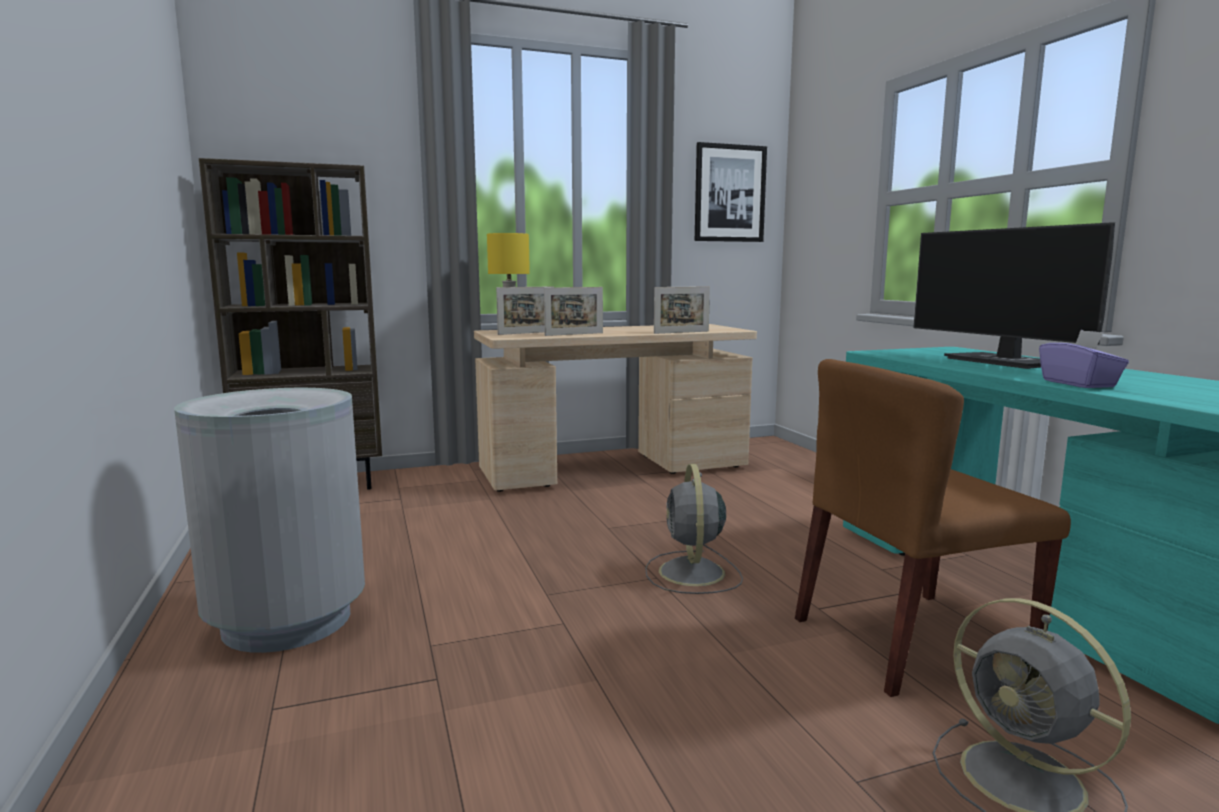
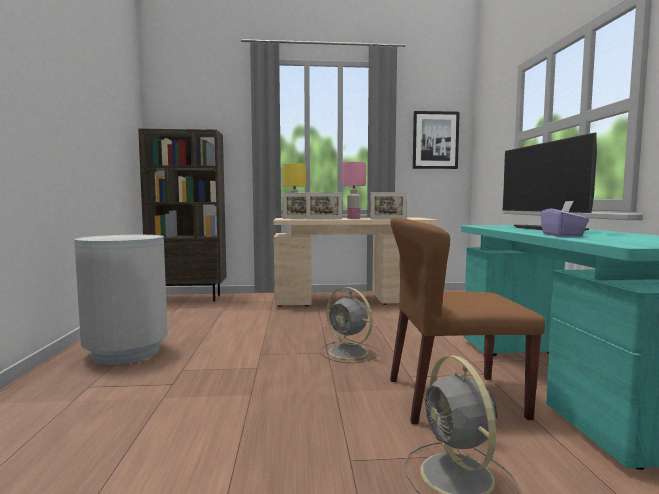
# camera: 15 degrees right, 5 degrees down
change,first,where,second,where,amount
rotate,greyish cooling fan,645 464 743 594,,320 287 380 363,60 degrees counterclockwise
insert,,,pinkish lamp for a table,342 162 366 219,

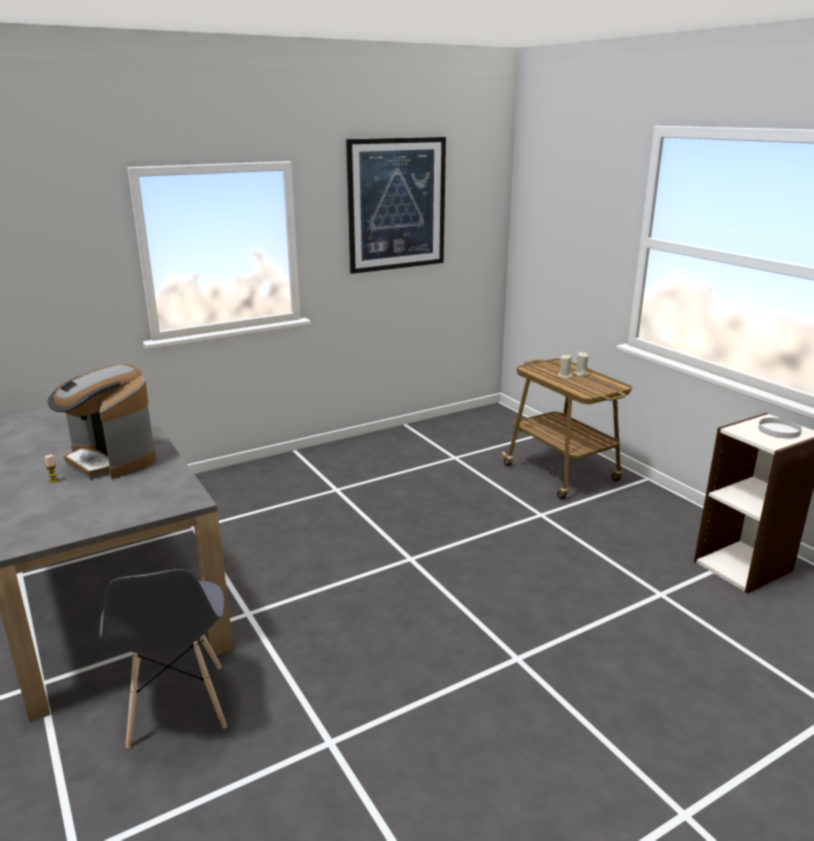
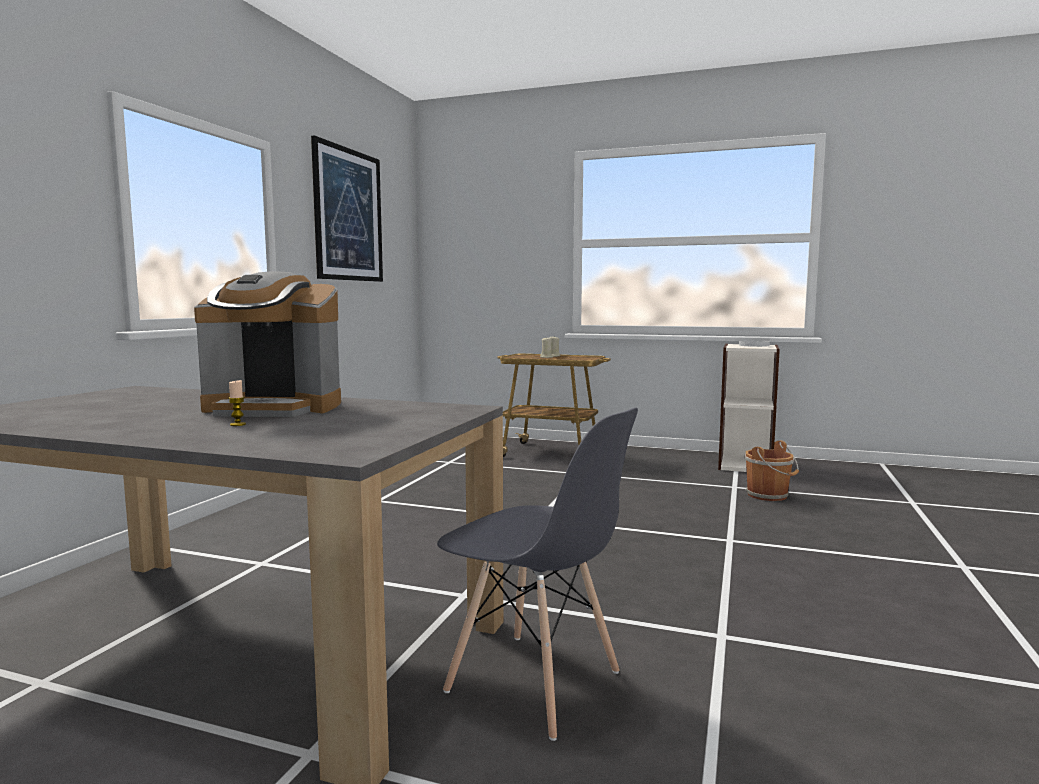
# camera: 40 degrees left, 15 degrees down
change,first,where,second,where,amount
insert,,,brown-coloured pail,744 440 799 501,

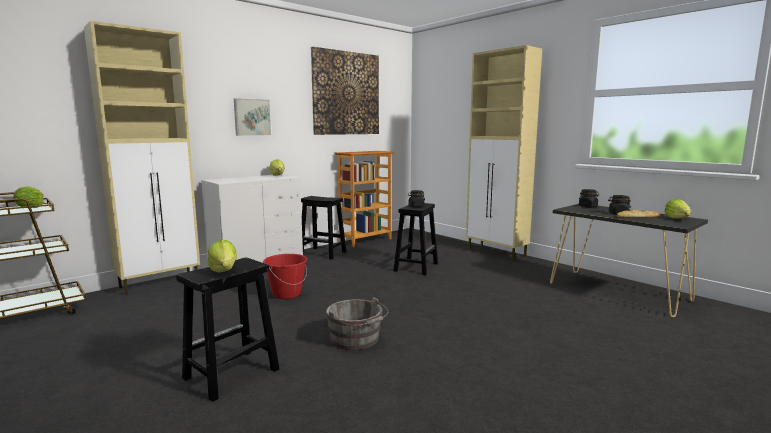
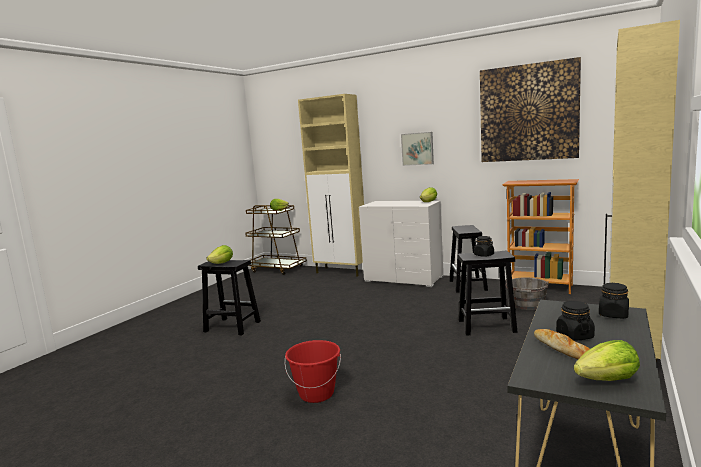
# camera: 70 degrees right, 0 degrees up
change,first,where,second,where,amount
move,reddish pail,263 254 307 299,,285 340 341 403,
move,greyish pail,326 297 388 350,,505 277 549 310,

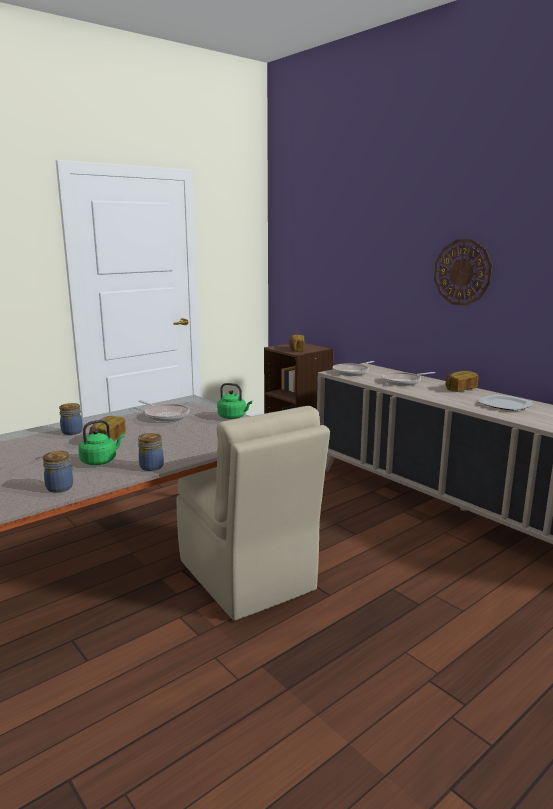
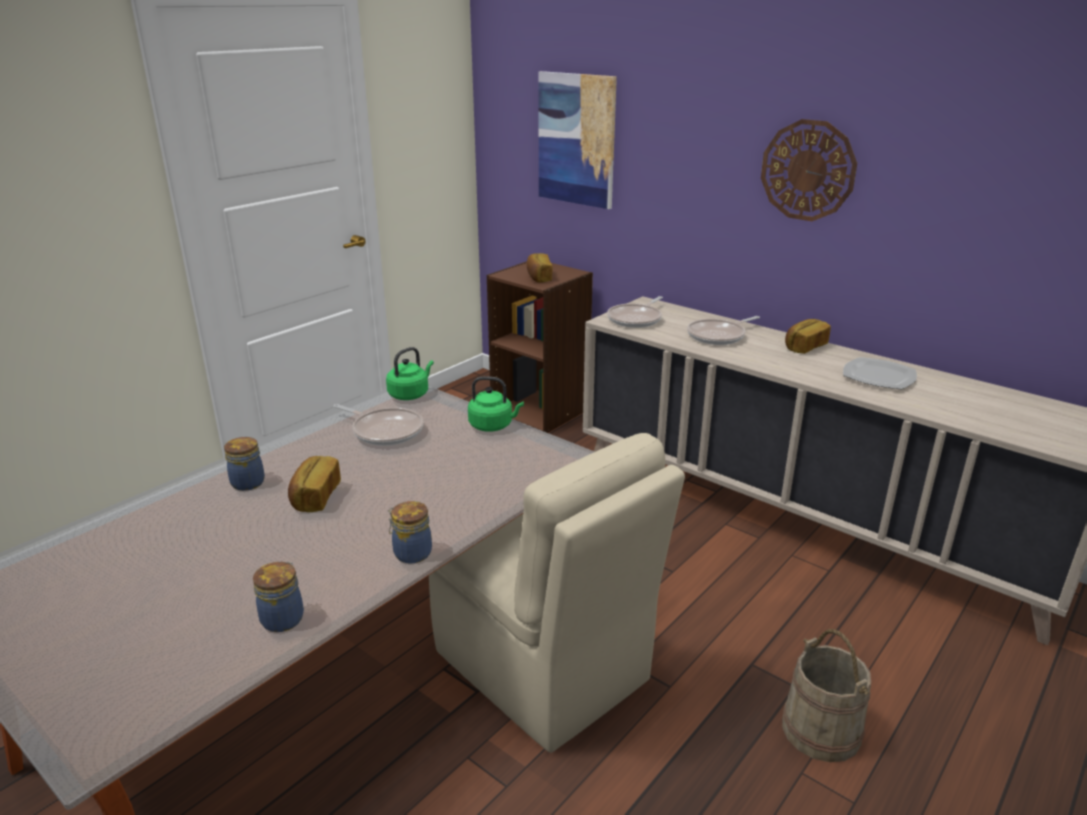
# camera: 10 degrees left, 10 degrees up
change,first,where,second,where,amount
move,greenish water kettle,78 420 124 465,,386 347 434 400,
insert,,,wall art,538 71 617 209,
insert,,,beige pail,782 629 871 762,

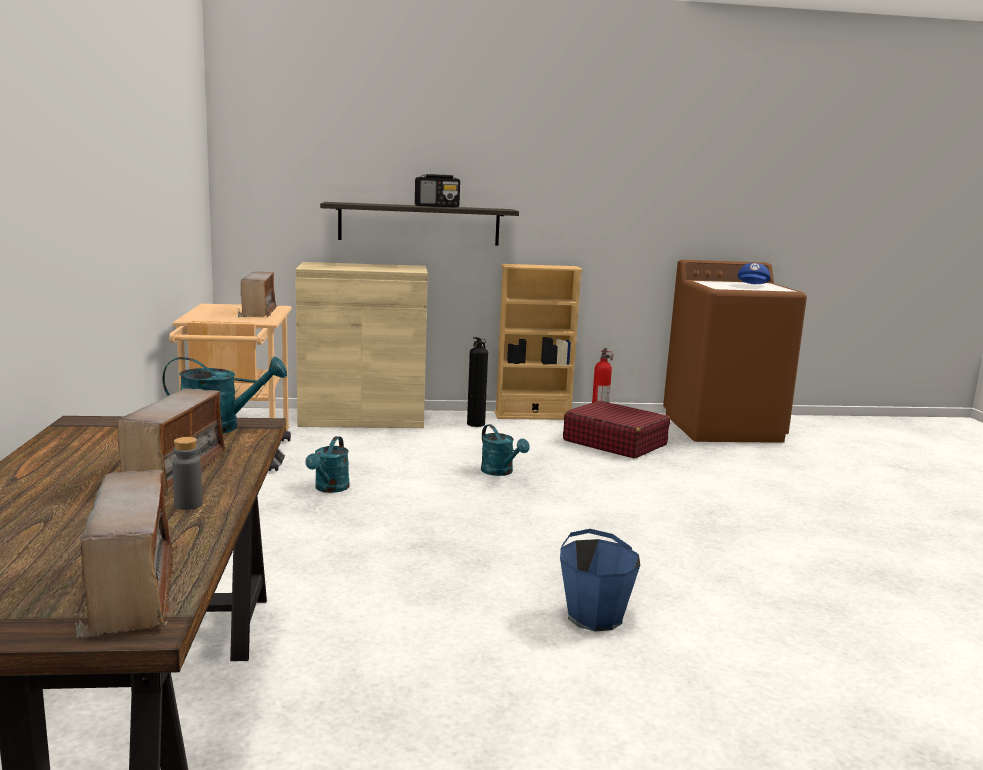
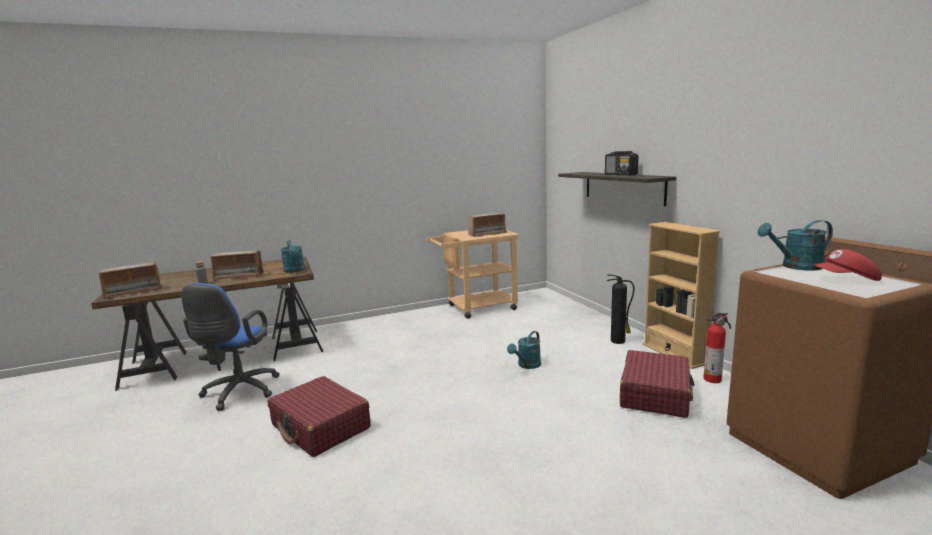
# camera: 75 degrees right, 0 degrees up
change,first,where,second,where,amount
delete,beige cabinet,295 262 428 428,,,
move,turquoise-coloured watering pot,305 436 350 493,,757 220 833 271,
replace,bluish pail,560 529 640 631,reddish travel case,268 376 371 457,
recolor,bluish cap,738 263 770 284,reddish cap,815 249 882 281,
insert,,,bluish desk chair,182 283 280 411,

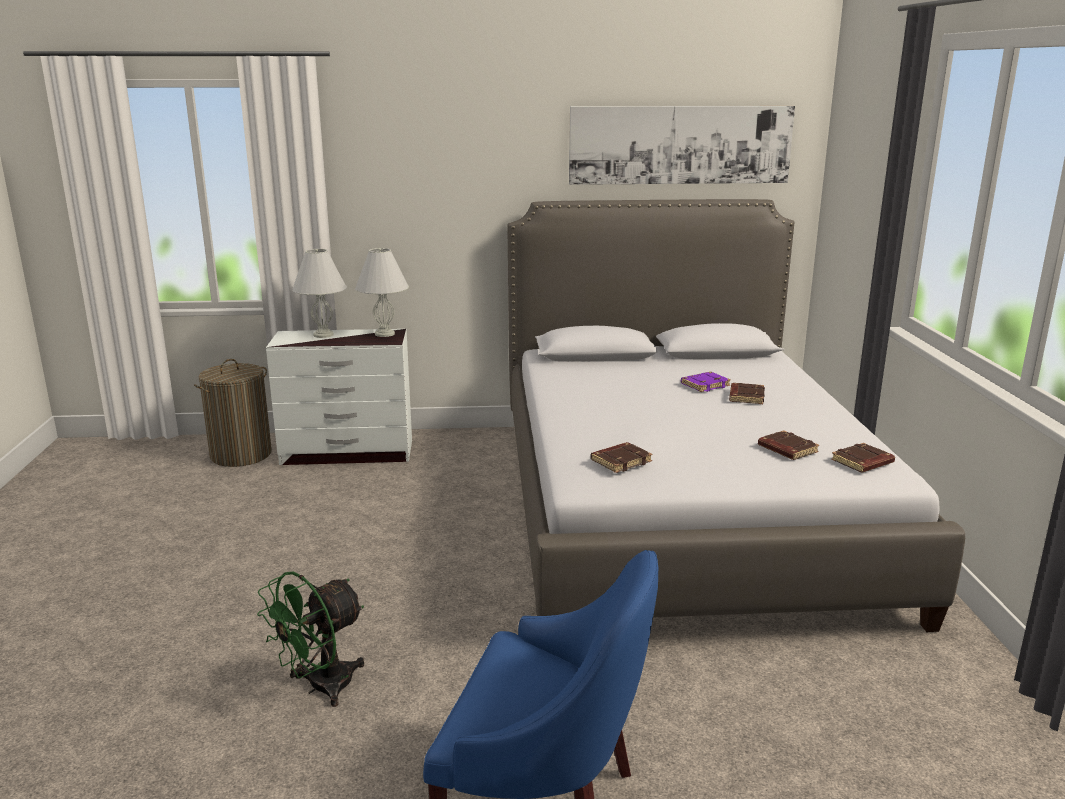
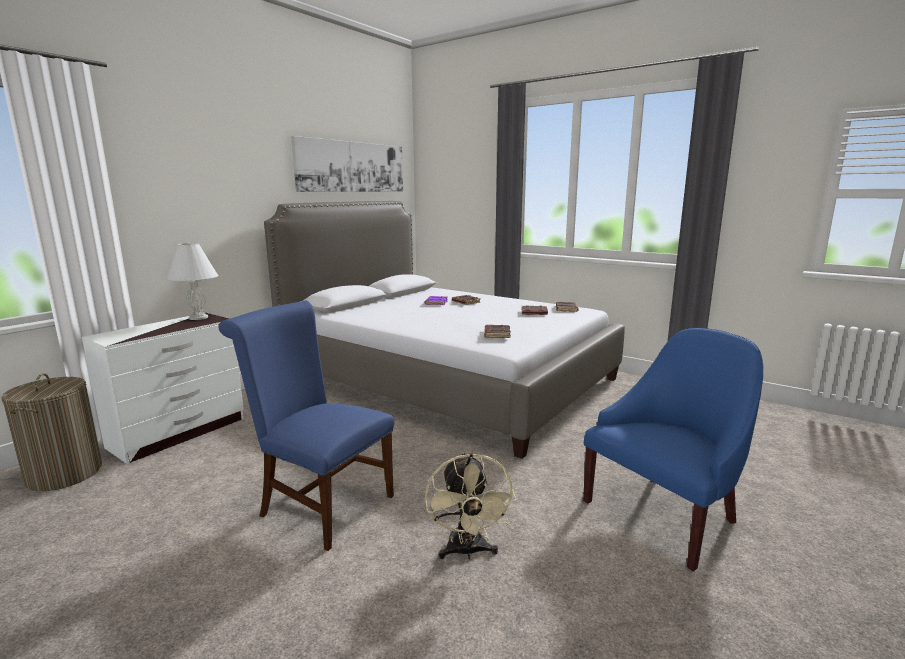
# camera: 50 degrees left, 5 degrees down
change,first,where,second,where,amount
recolor,greenish cooling fan,257 571 364 707,beige cooling fan,425 453 517 560,
delete,white-coloured lamp for a table,292 249 347 338,,,
insert,,,bluish plain chair,218 301 394 551,

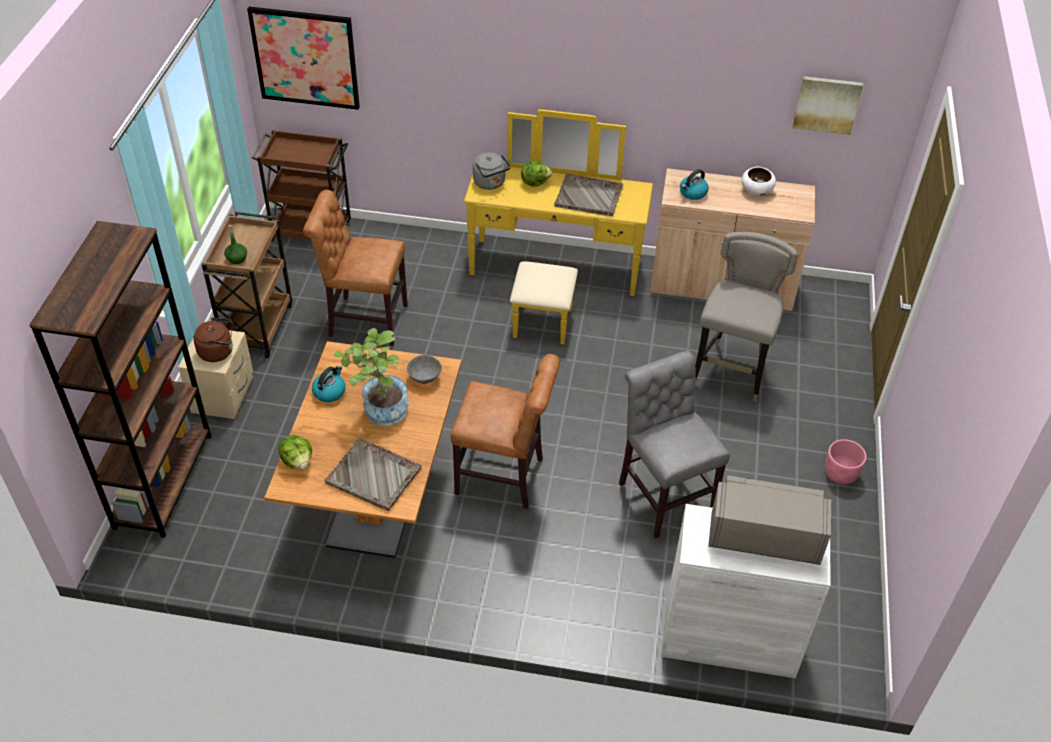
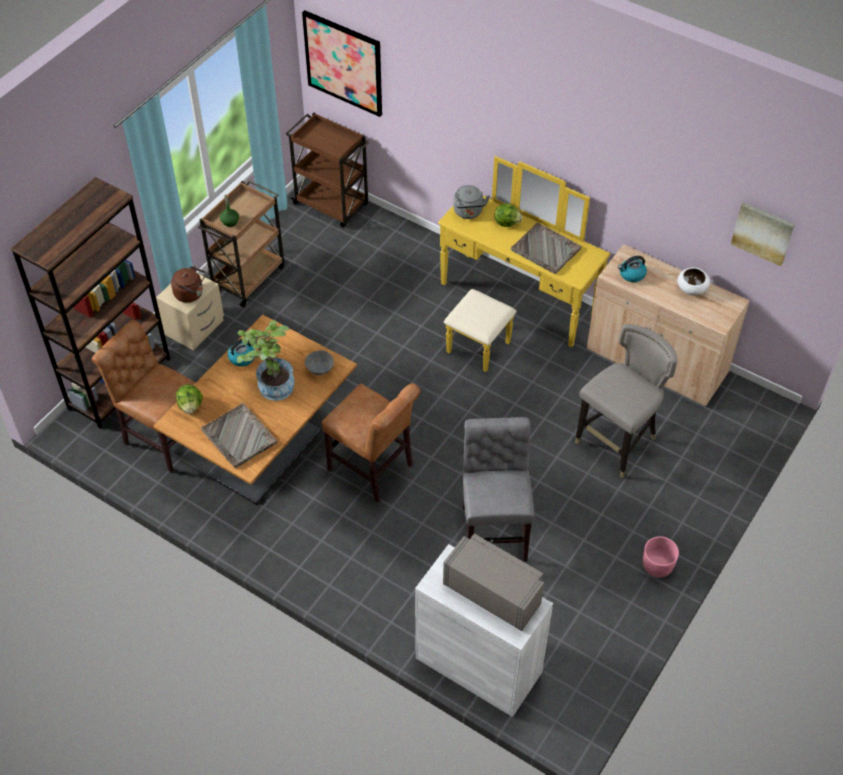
# camera: 25 degrees right, 5 degrees up
change,first,where,second,where,amount
move,brown-coloured plain chair,303 190 408 346,,92 320 196 472,

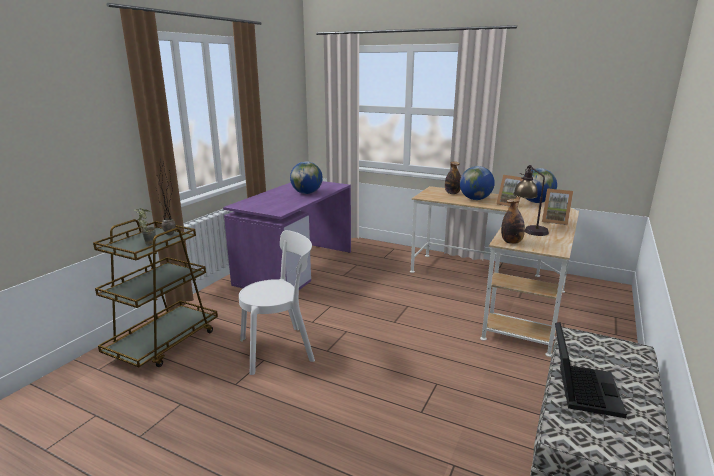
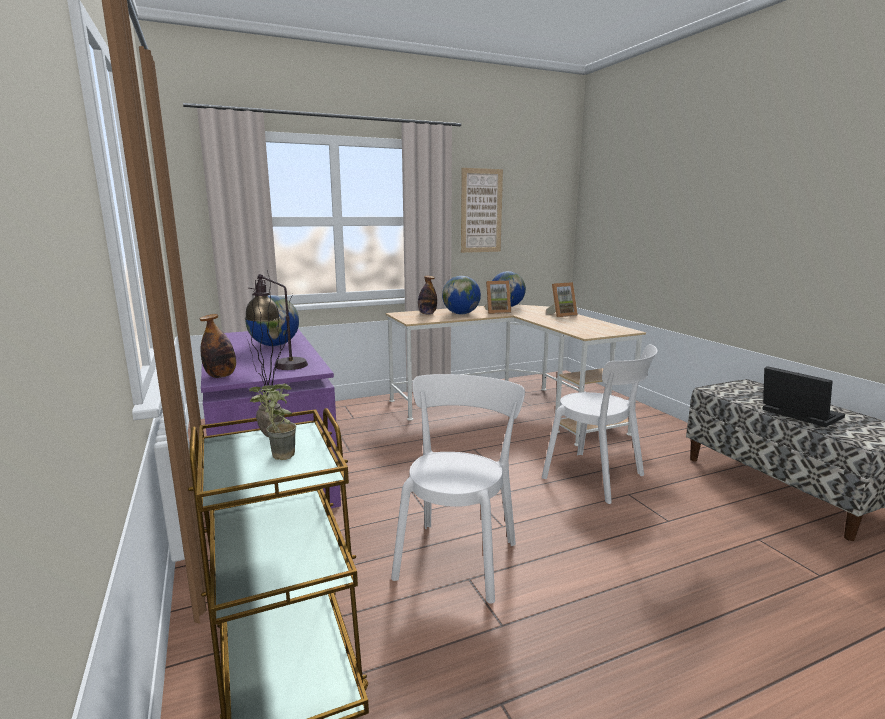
# camera: 50 degrees left, 5 degrees down
change,first,where,second,where,amount
move,drink bottle,501 199 525 244,,200 314 236 378,
move,lamp for a table,513 165 549 236,,245 274 308 370,
insert,,,wall art,461 168 503 253,
insert,,,white-coloured plain chair,542 344 658 504,

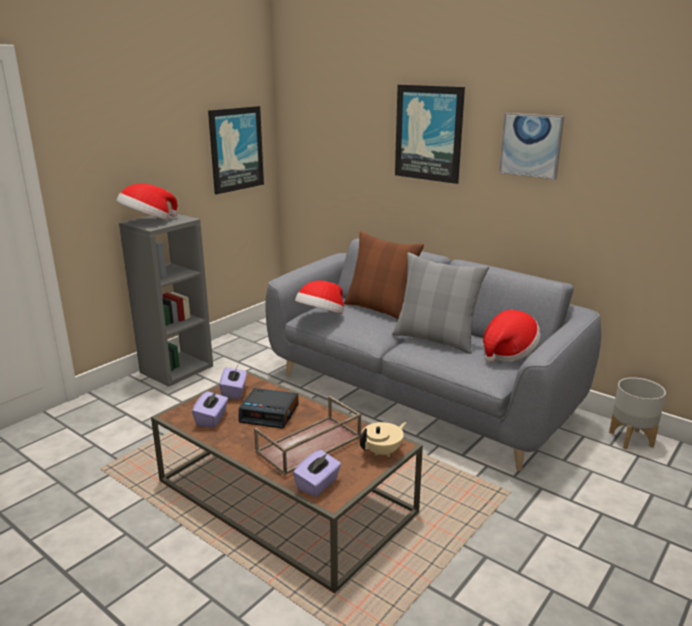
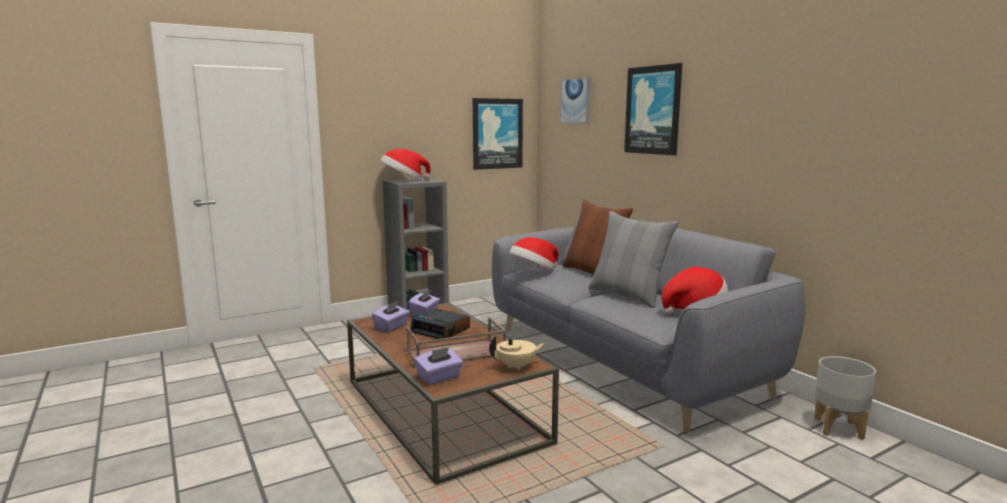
# camera: 20 degrees right, 10 degrees down
change,first,where,second,where,amount
move,wall art,499 113 564 180,,560 77 591 123,

